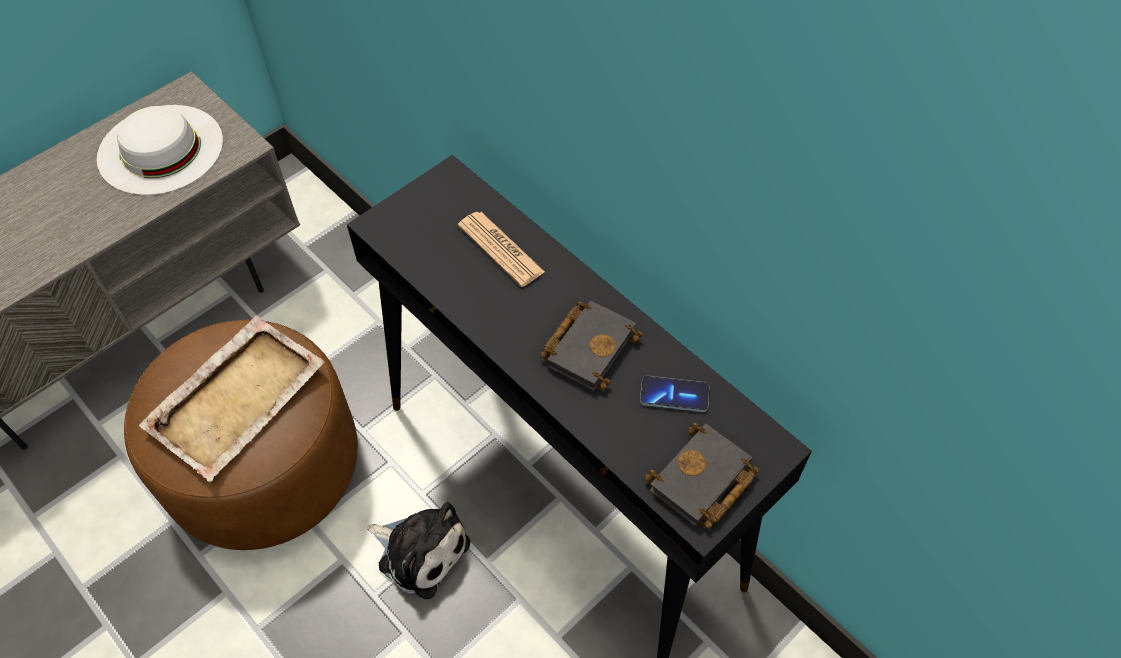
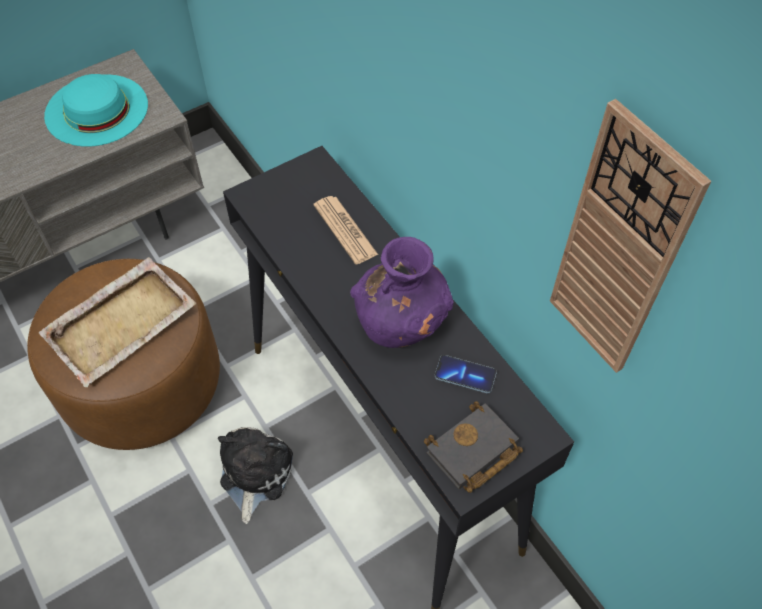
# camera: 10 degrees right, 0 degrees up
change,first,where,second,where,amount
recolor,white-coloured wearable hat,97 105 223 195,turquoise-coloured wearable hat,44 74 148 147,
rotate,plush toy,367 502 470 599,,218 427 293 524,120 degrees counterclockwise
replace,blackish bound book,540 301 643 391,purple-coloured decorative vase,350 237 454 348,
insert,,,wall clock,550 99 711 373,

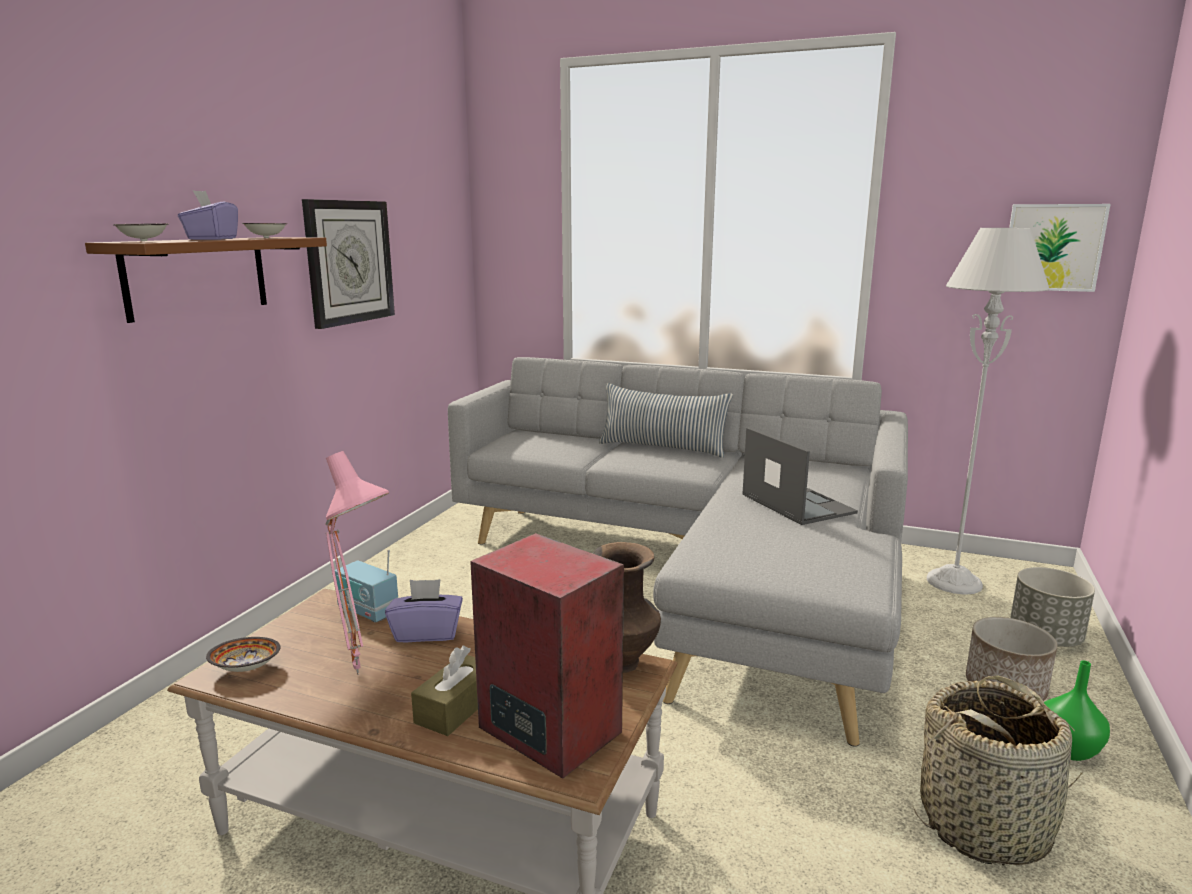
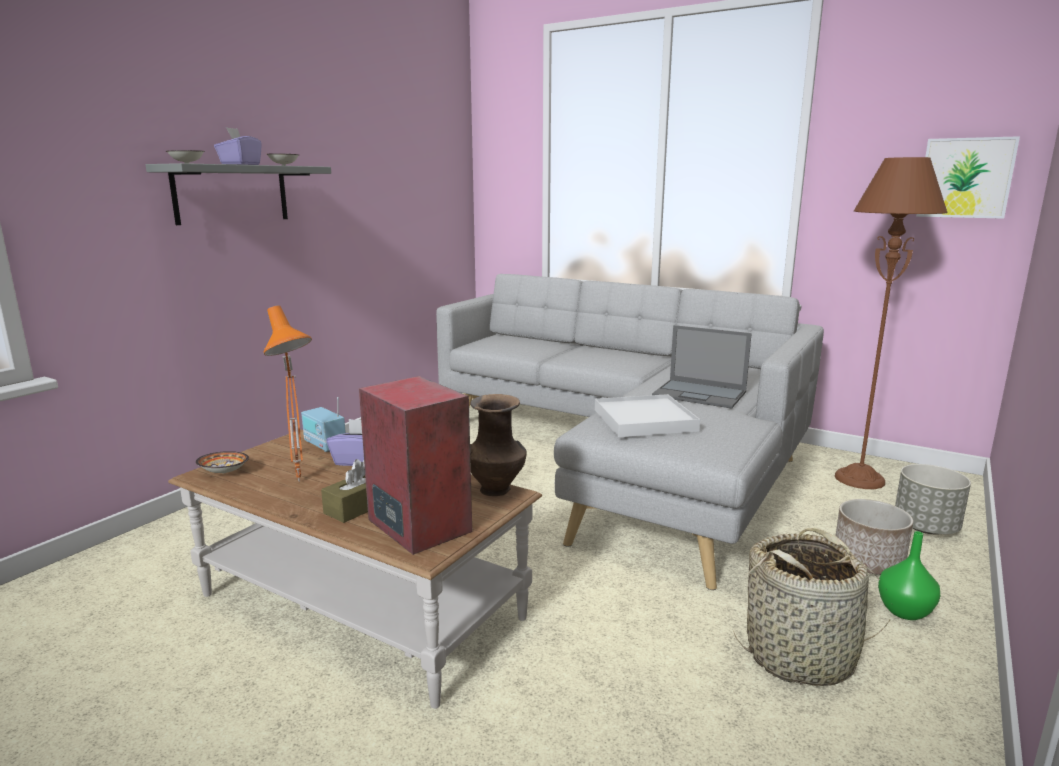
# camera: 10 degrees right, 0 degrees up
change,first,where,second,where,amount
recolor,brown-coloured bracket shelf,85 237 327 323,greyish bracket shelf,146 163 331 225,
delete,wall clock,302 199 395 329,,,
recolor,pinkish lamp for a table,325 451 389 675,orange lamp for a table,263 305 312 482,
delete,cushion,599 383 733 458,,,
rotate,laptop,742 428 858 525,,652 325 752 409,135 degrees clockwise
recolor,greyish standing lamp,926 228 1050 595,brown-coloured standing lamp,835 157 947 489,
insert,,,white-coloured carrying tray,595 394 700 437,

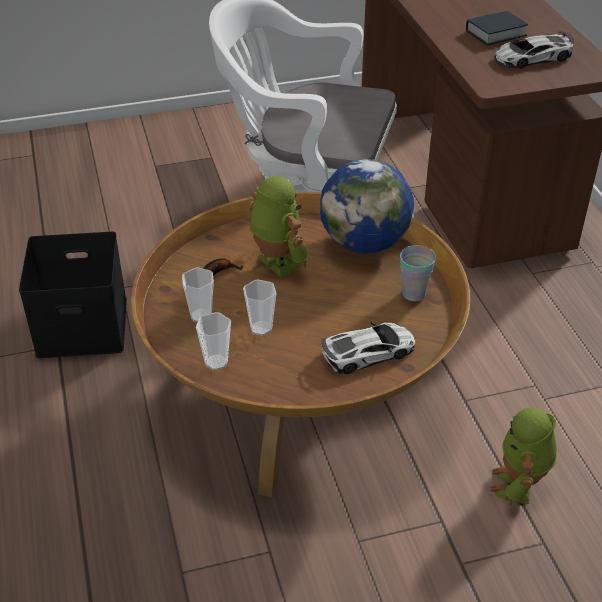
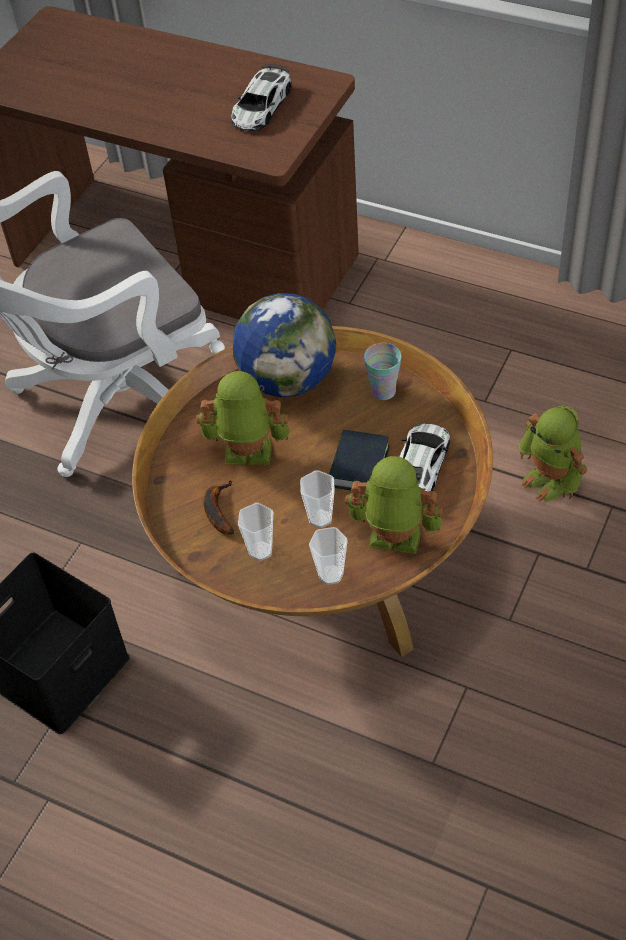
# camera: 45 degrees left, 10 degrees up
change,first,where,second,where,amount
move,bound book,466 11 528 45,,329 430 390 490,
insert,,,robot figure,345 456 443 554,

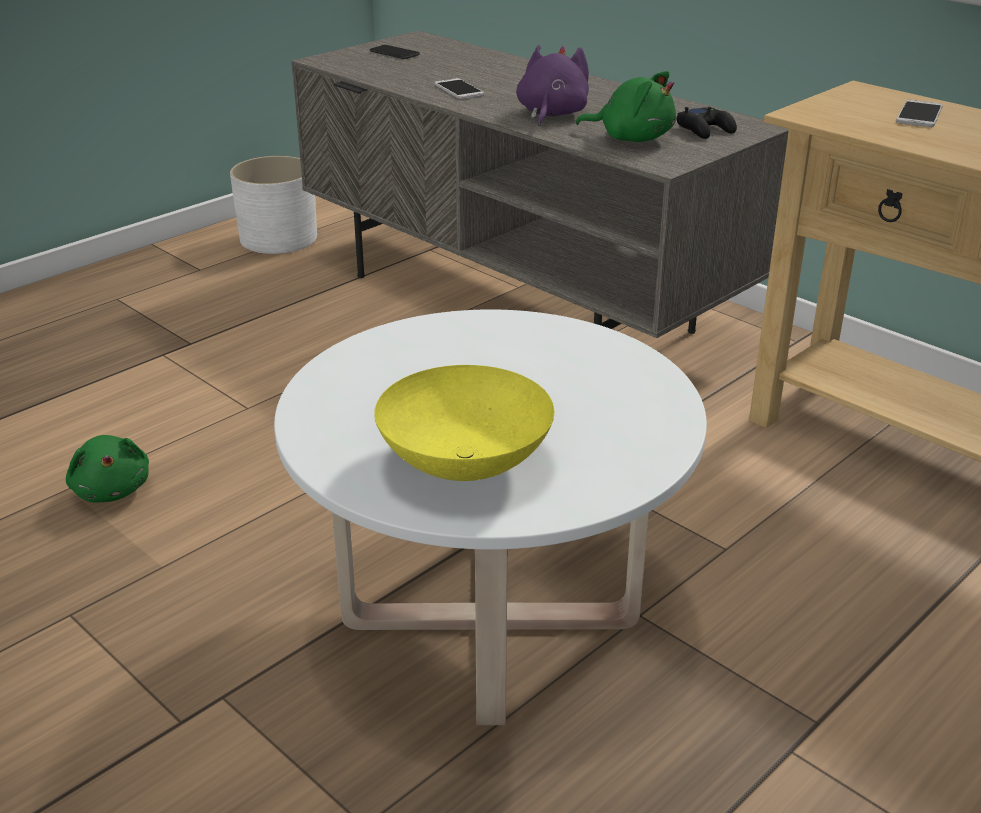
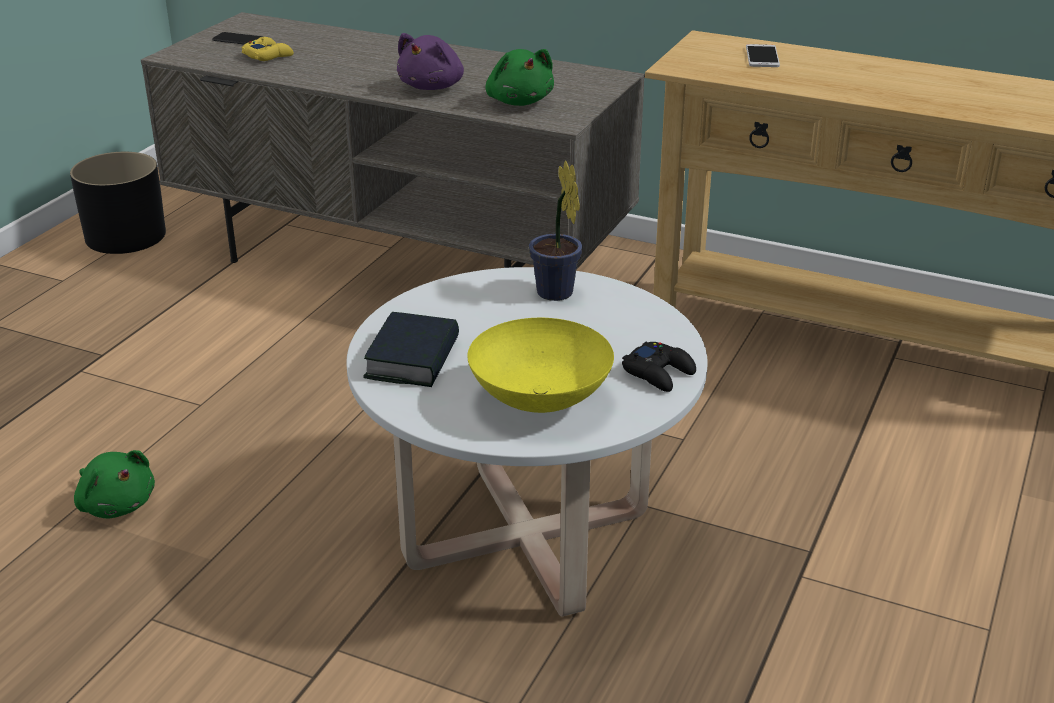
# camera: 20 degrees left, 0 degrees up
change,first,where,second,where,amount
recolor,white-coloured flower pot,230 156 317 254,blackish flower pot,70 152 166 254,
delete,phone,434 78 485 99,,,
rotate,purple-coloured plush toy,516 45 589 126,,397 33 464 90,150 degrees counterclockwise
rotate,greenish plush toy,576 71 676 142,,485 49 554 106,60 degrees clockwise
move,blackish gamepad,676 107 737 139,,622 342 696 392,
insert,,,yellow gamepad,241 37 294 61,
insert,,,bound book,363 312 459 387,
insert,,,houseplant,529 160 583 301,

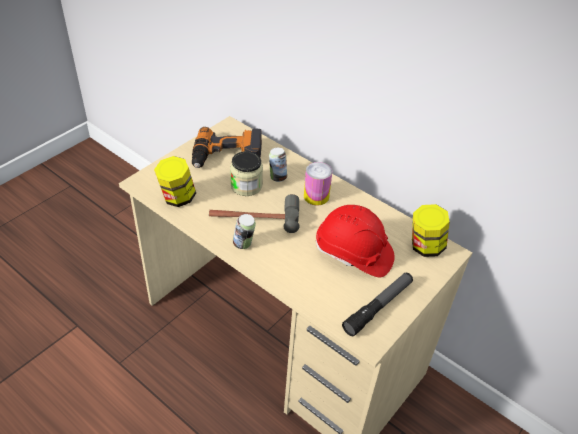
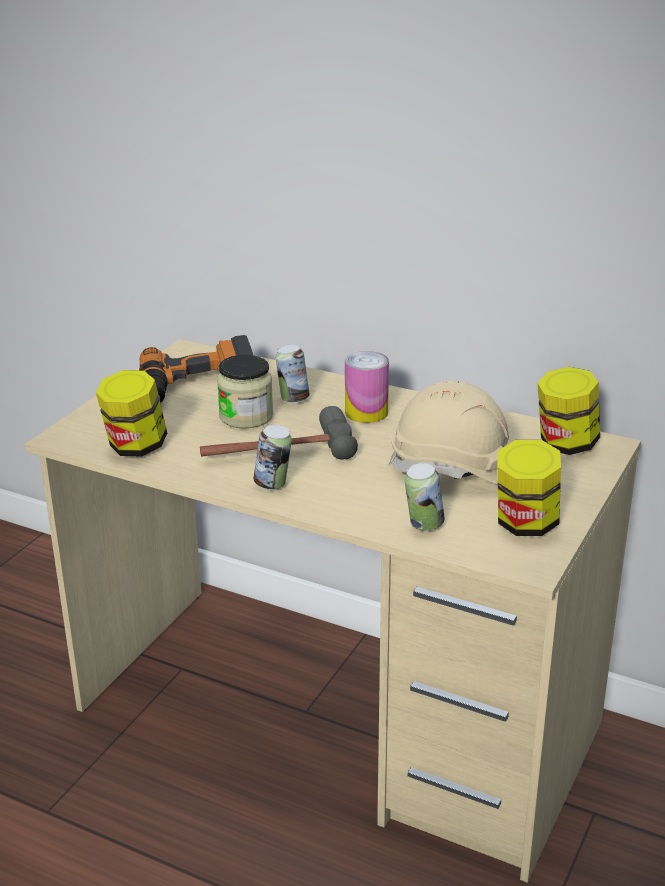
# camera: 10 degrees left, 15 degrees down
change,first,where,second,where,amount
recolor,reddish work helmet,315 205 395 277,beige work helmet,389 381 509 485,
replace,flashlight,342 273 413 336,storage jar,498 440 561 536,
insert,,,sealed can,404 463 445 531,

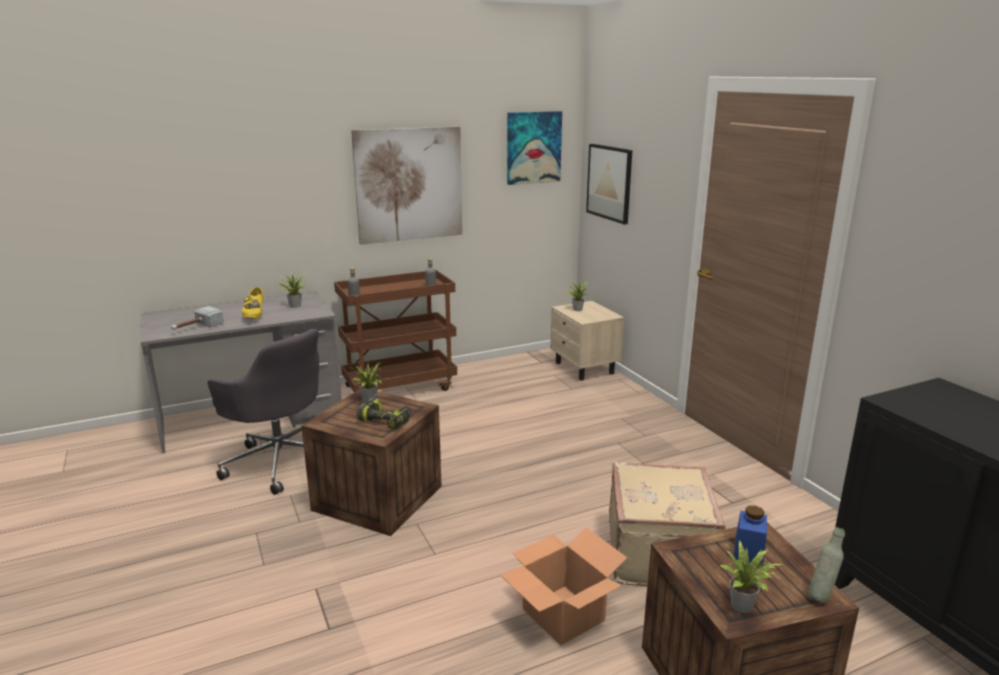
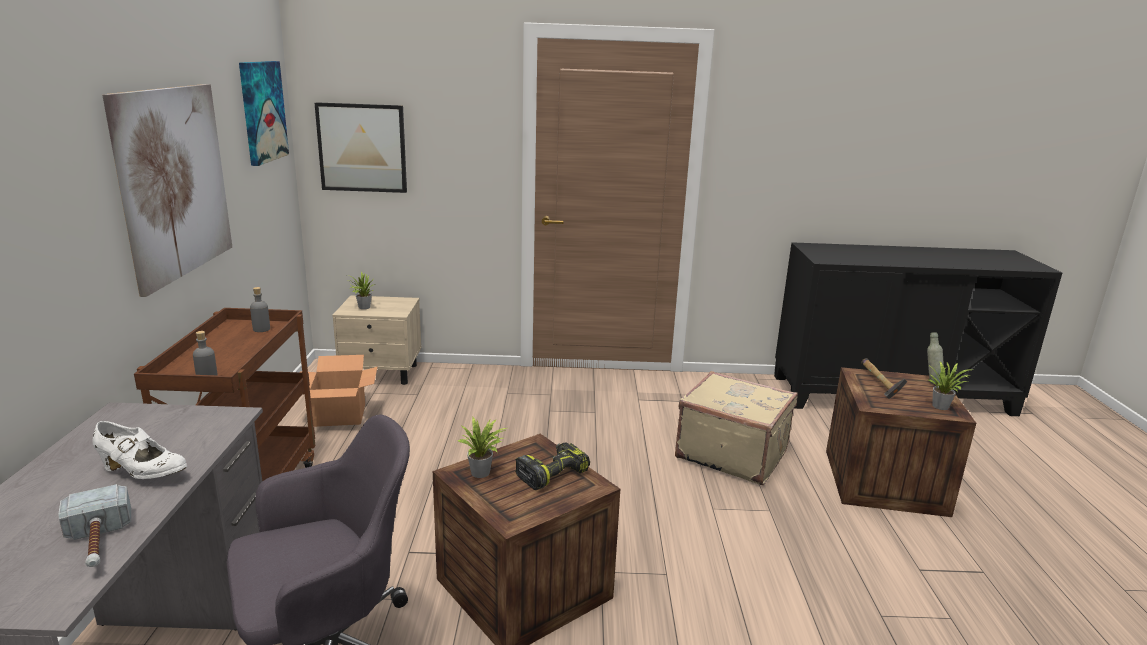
# camera: 65 degrees left, 0 degrees up
change,first,where,second,where,amount
recolor,yellow low shoe,242 287 264 319,white-coloured low shoe,92 421 187 479,
delete,houseplant,278 272 307 308,,,
move,cardboard box,501 527 627 646,,300 355 377 427,
replace,bluish storage jar,734 506 767 566,hammer,861 358 908 399,

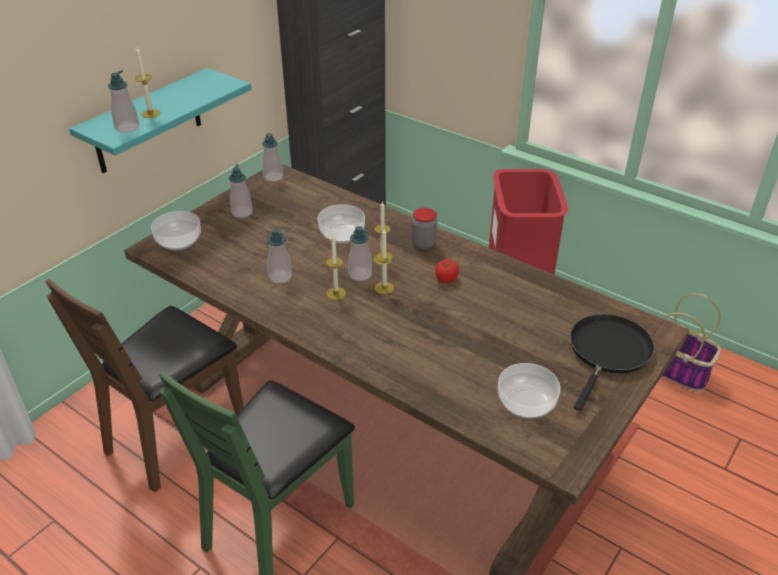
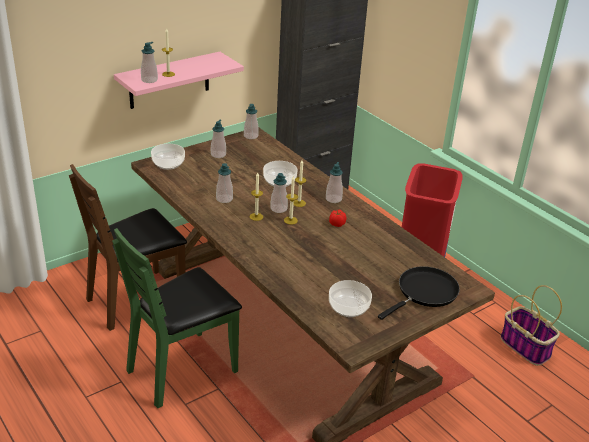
# camera: 15 degrees right, 5 degrees down
change,first,where,second,where,amount
recolor,turquoise-coloured bracket shelf,69 68 251 173,pinkish bracket shelf,114 52 244 109,
replace,storage jar,412 208 437 249,liquid soap bottle,326 162 343 203,

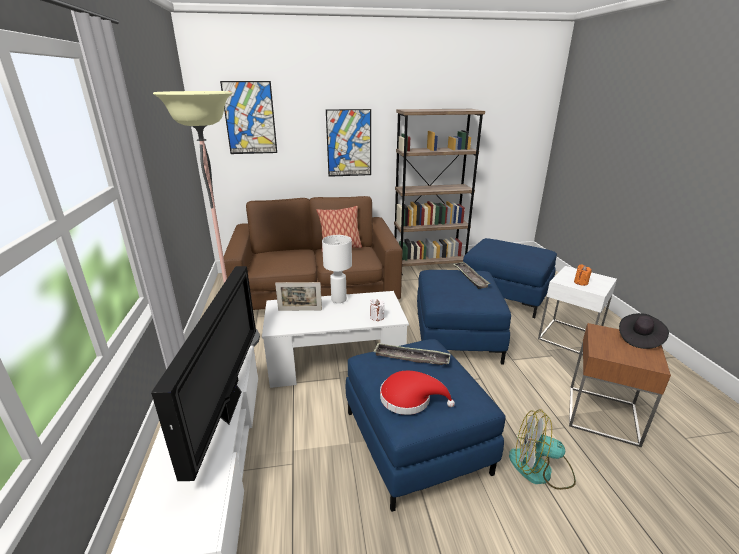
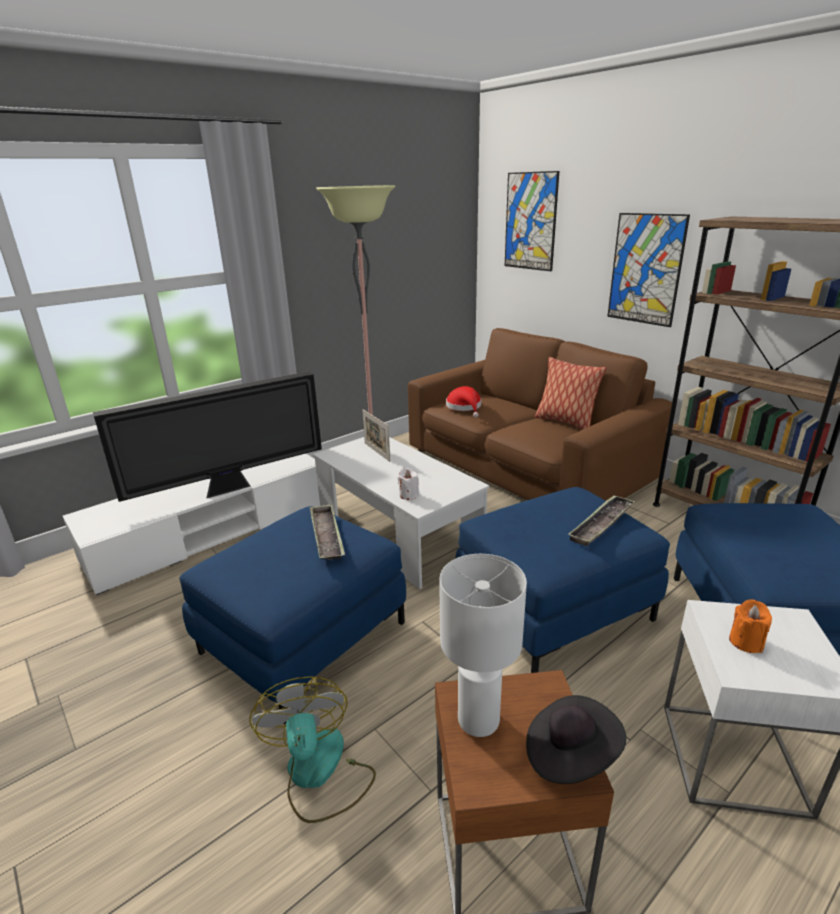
# camera: 60 degrees right, 0 degrees up
change,first,where,second,where,amount
move,white-coloured lamp for a table,322 235 352 303,,439 554 527 737,
move,reddish wearable hat,380 371 455 415,,446 386 481 418,

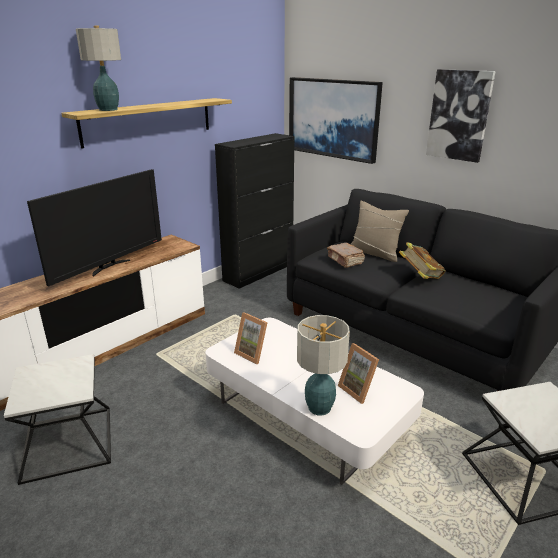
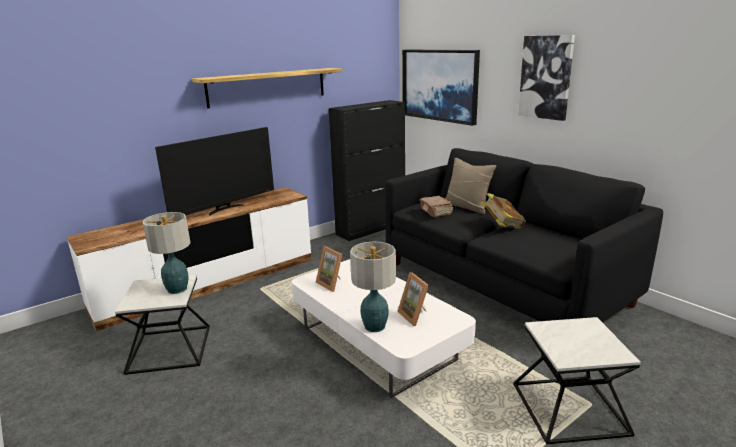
# camera: 10 degrees right, 5 degrees down
change,first,where,second,where,amount
move,lamp for a table,76 26 121 111,,142 212 190 294,

